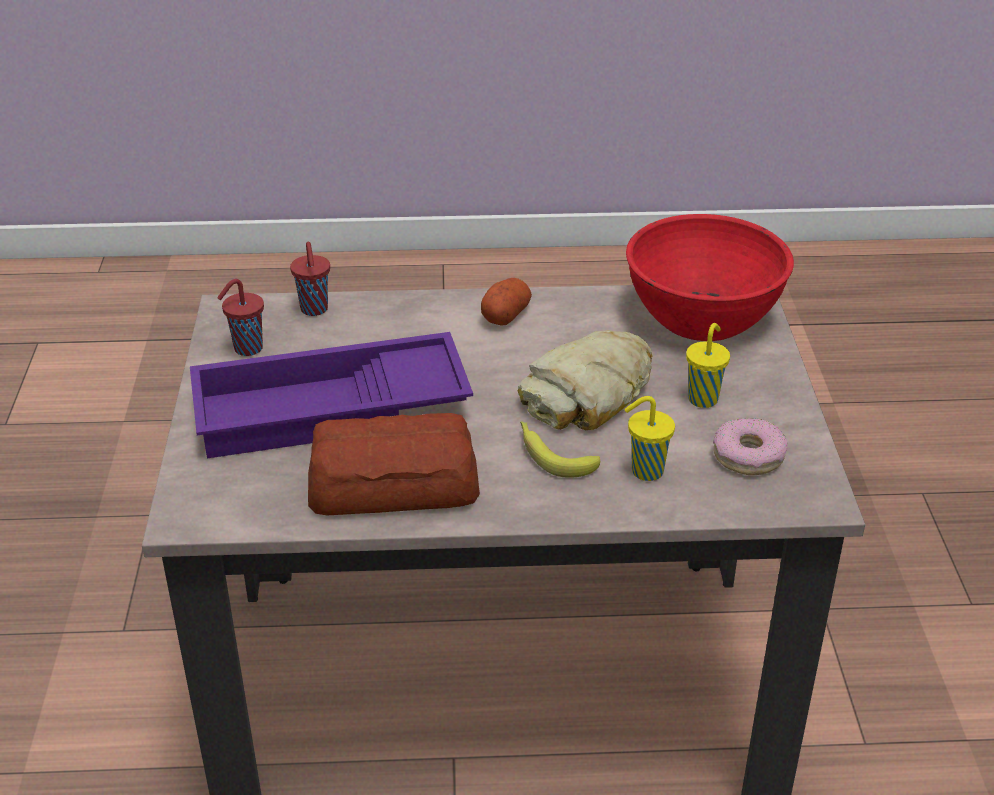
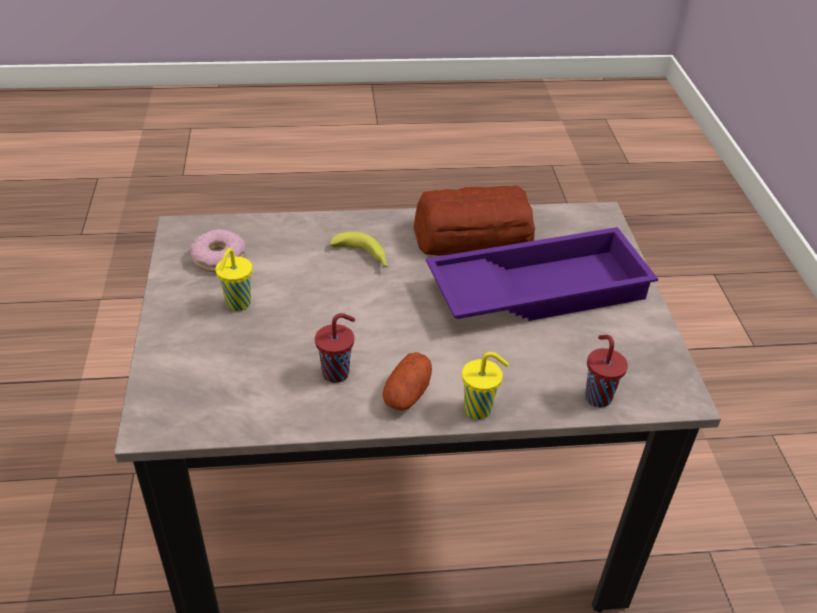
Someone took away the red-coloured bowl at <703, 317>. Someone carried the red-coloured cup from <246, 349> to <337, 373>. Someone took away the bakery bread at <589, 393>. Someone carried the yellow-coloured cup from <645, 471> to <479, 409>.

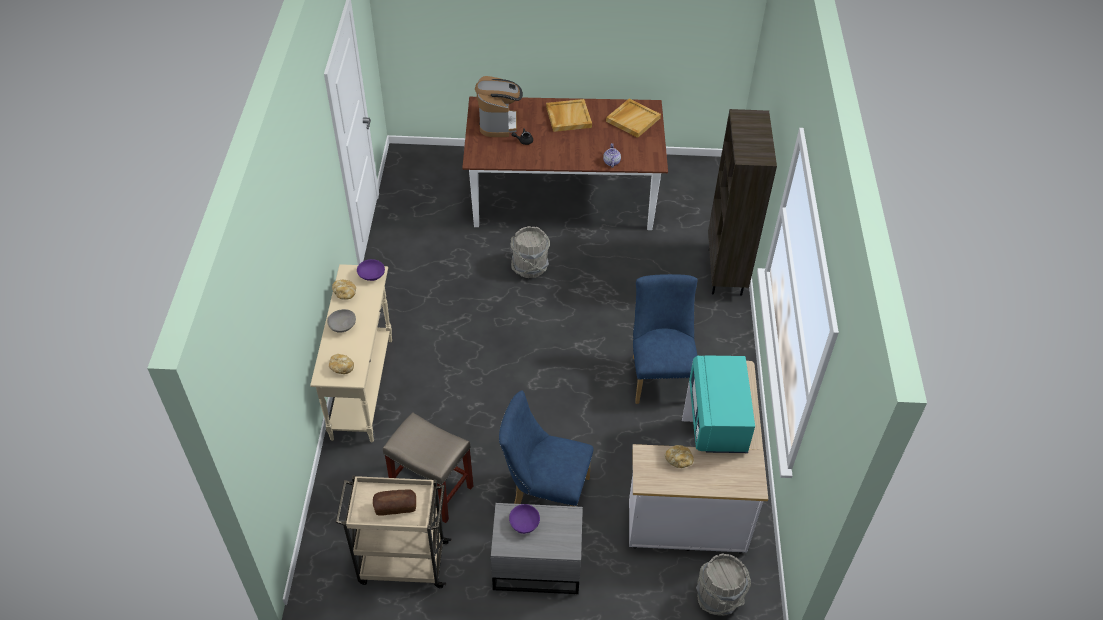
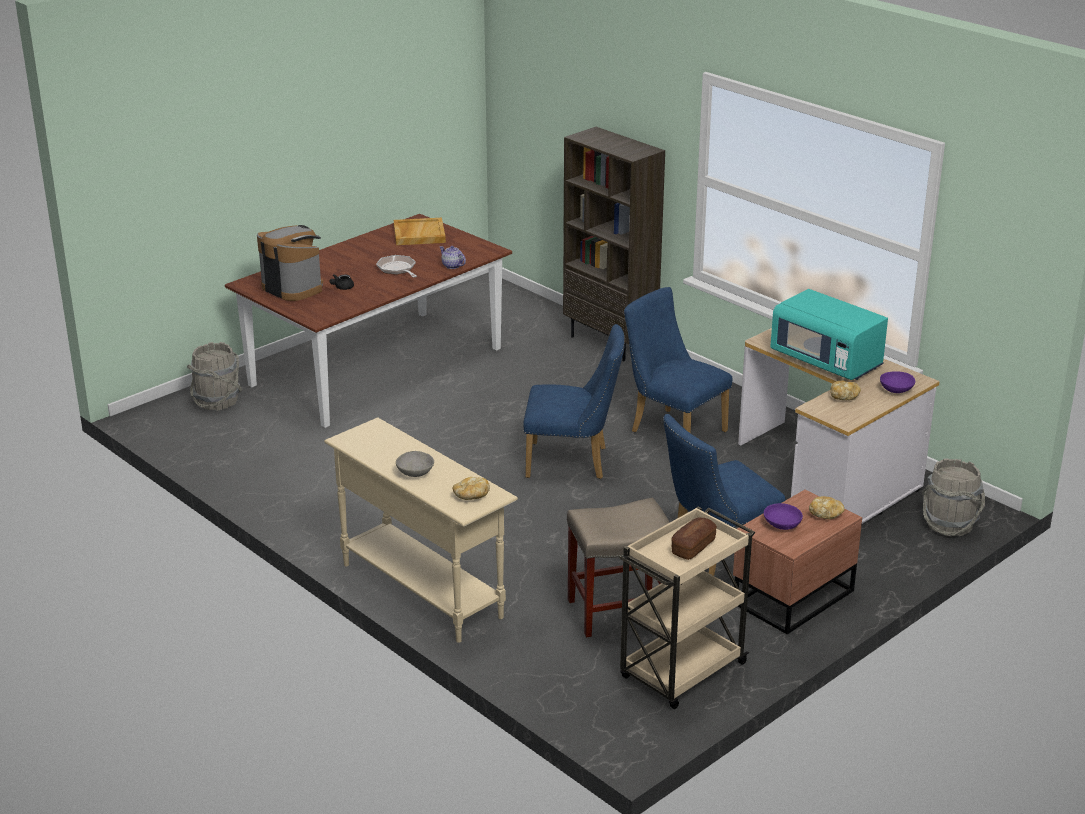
Someone took away the beige-coloured carrying tray at <568, 117>. Someone carried the gray pail from <530, 267> to <217, 401>. Someone carried the purple bowl from <371, 275> to <896, 390>. Someone carried the bakery bread from <345, 293> to <825, 514>. Someone repainted the gray bedside table at <535, 565>, which became the brown-coloured bedside table at <790, 597>. Someone put down the pan at <397, 269>. Someone put down the blue upright chair at <573, 463>.

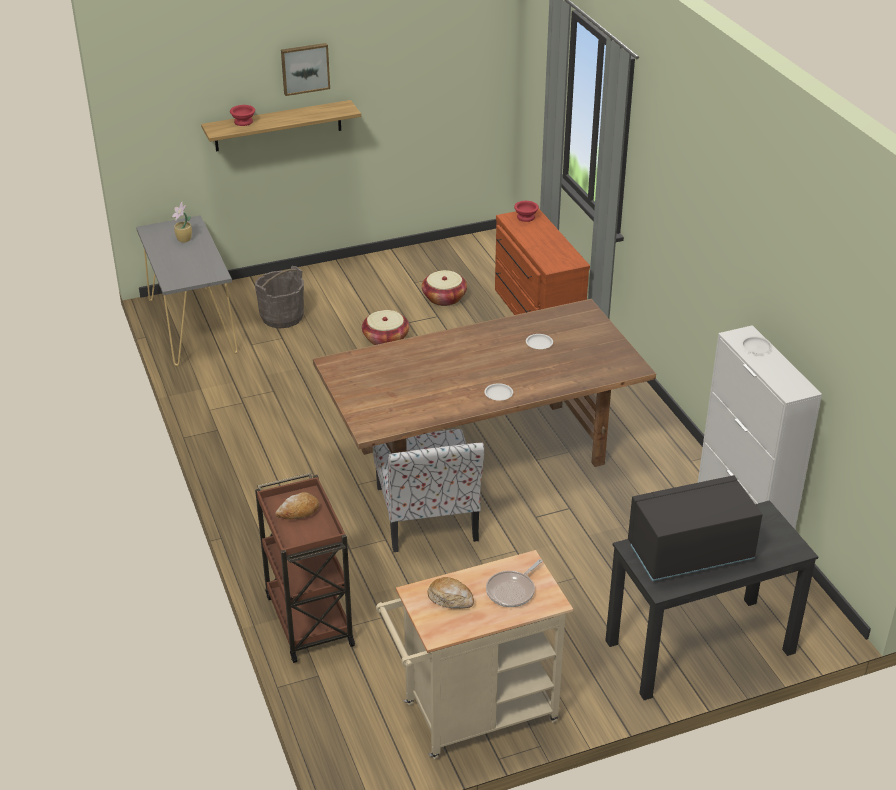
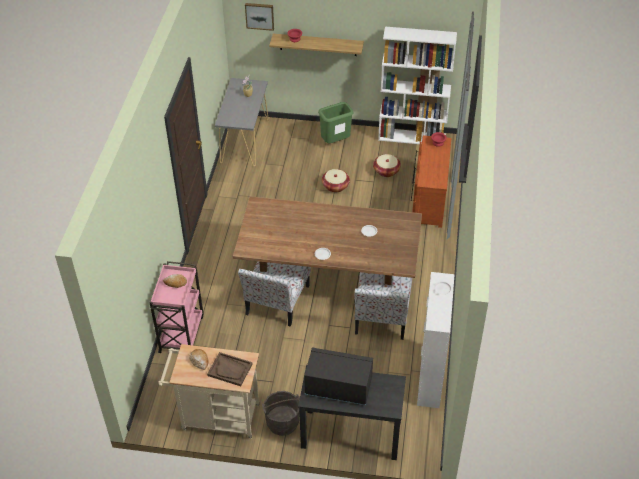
Someone carried the picture from <305, 68> to <259, 15>. Someone carried the gray pail from <282, 317> to <282, 422>. Someone repainted the brown-coloured trolley at <308, 619>, which became the pink-coloured trolley at <181, 333>. Someone swapped the pan at <512, 591> for the brown-coloured carrying tray at <230, 370>. Someone put down the white-coloured shelving unit at <412, 137>. Someone put down the green-coloured waste bin at <335, 142>. Someone put down the upright chair at <381, 316>.

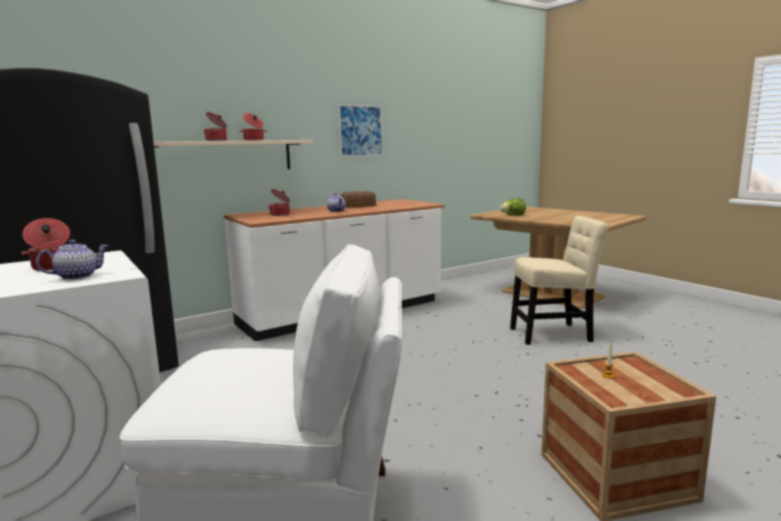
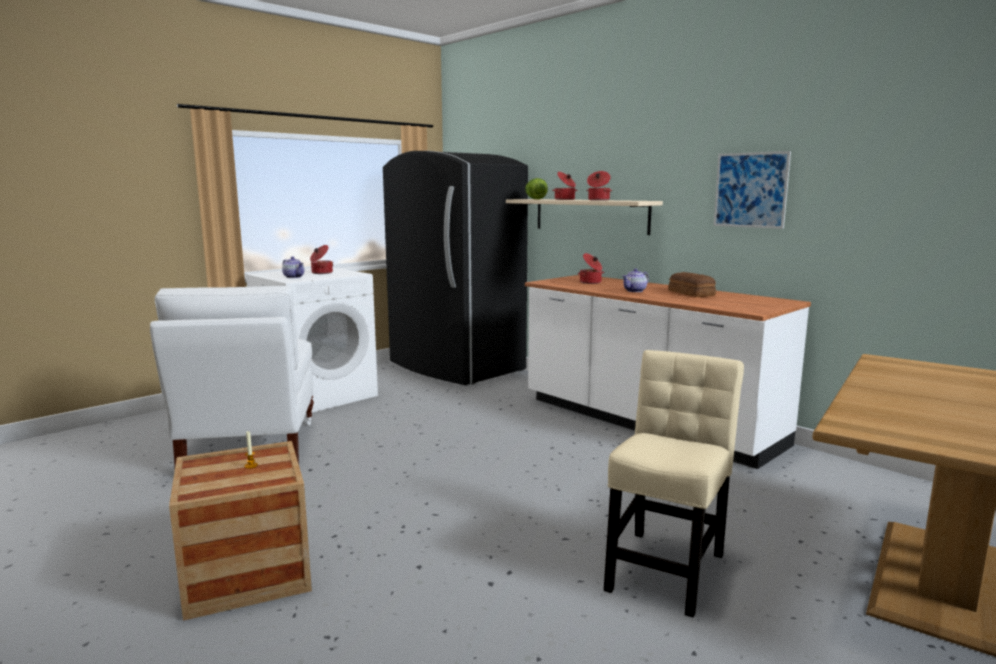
Someone carried the lettuce head from <513, 215> to <534, 199>. Someone rotated the beige-coloured upright chair at <554, 334> by 135 degrees counterclockwise.

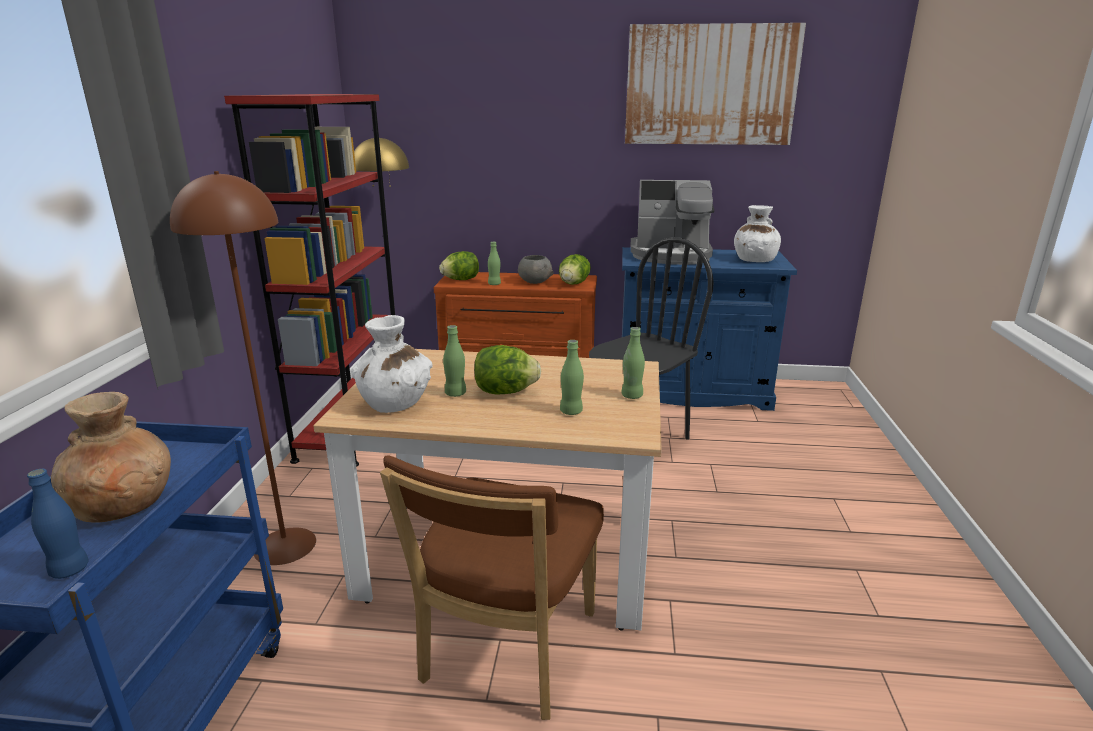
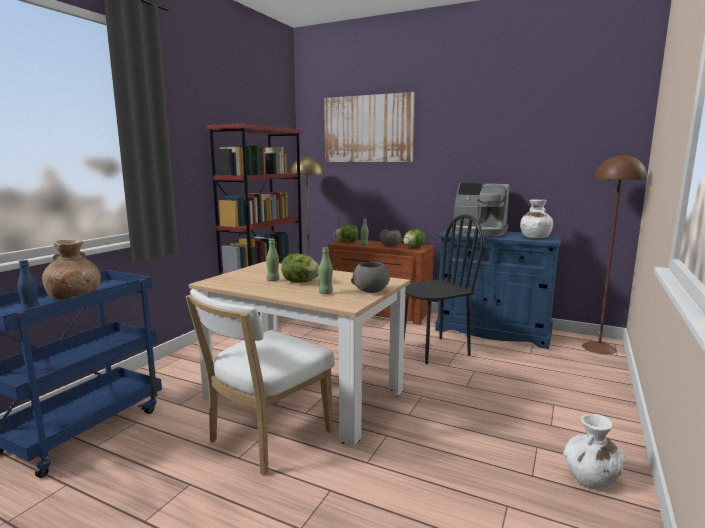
Someone carried the picture from <710, 85> to <368, 129>. Someone carried the brown-coloured floor lamp from <285, 545> to <599, 348>. Someone carried the white-coloured decorative vase from <395, 403> to <590, 478>. Someone swapped the green-coloured beverage bottle at <632, 396> for the gray bowl at <371, 291>. Someone repainted the brown-coloured upright chair at <505, 653>, which became the white-coloured upright chair at <266, 438>.

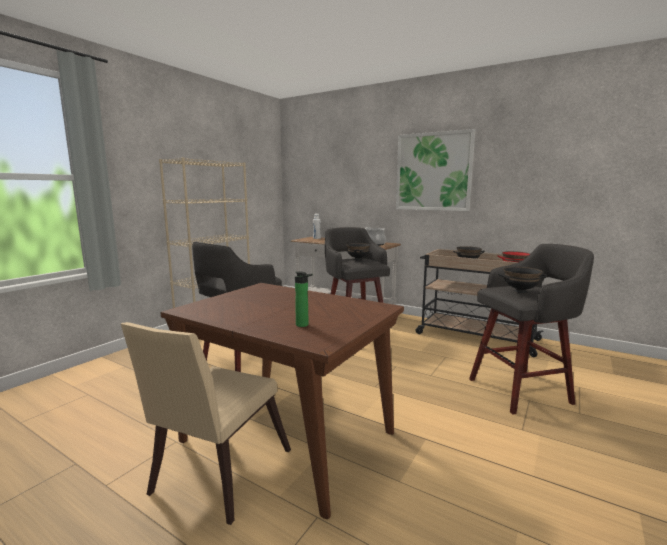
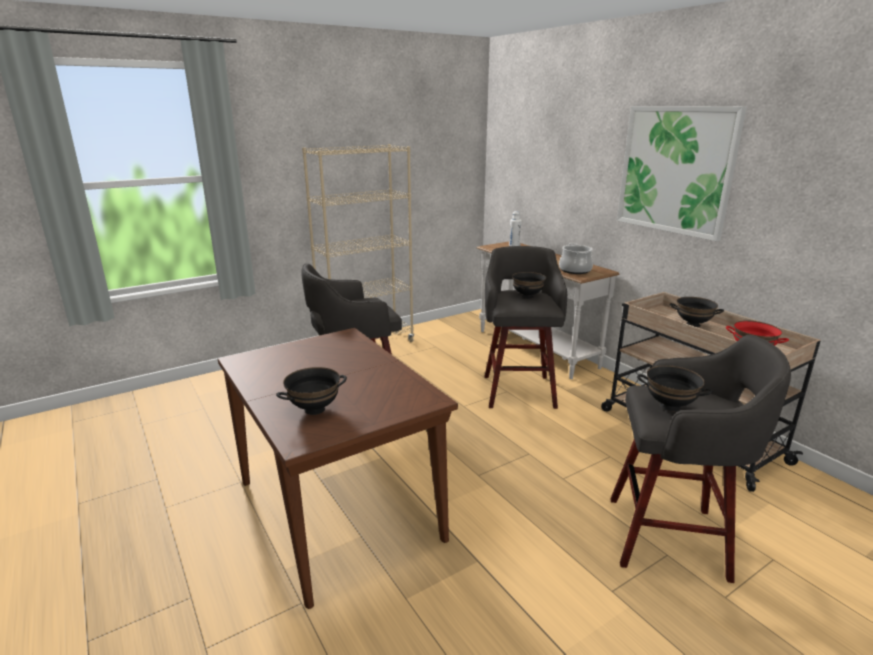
Someone swapped the beverage bottle at <303, 325> for the black-coloured bowl at <314, 410>. Someone took away the beige-coloured upright chair at <216, 476>.

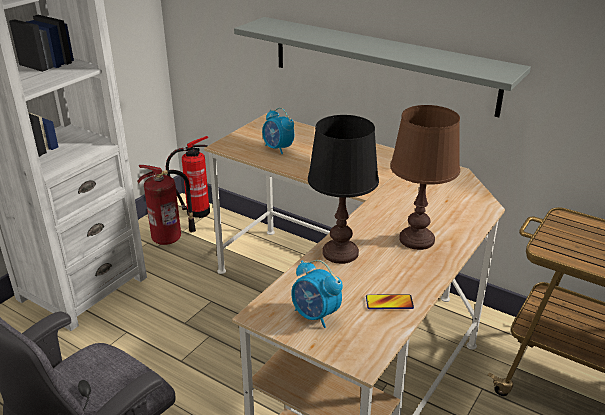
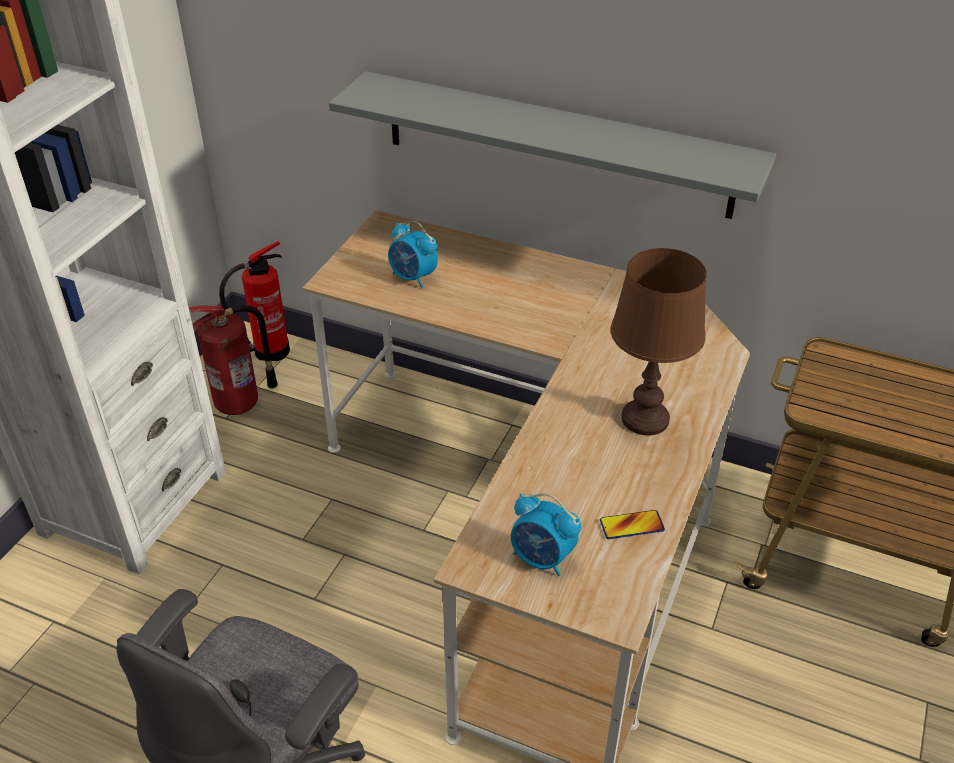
Someone took away the black-coloured tabletop lamp at <341, 253>.

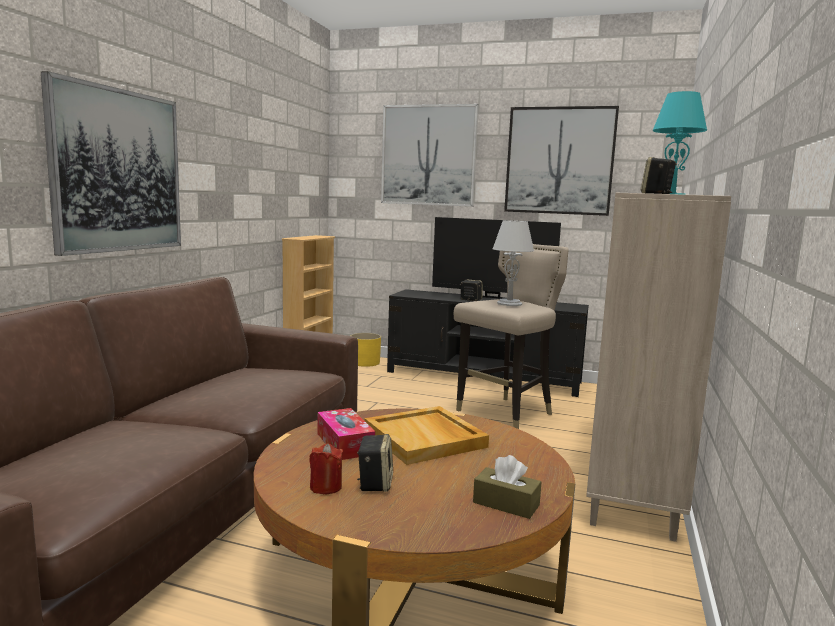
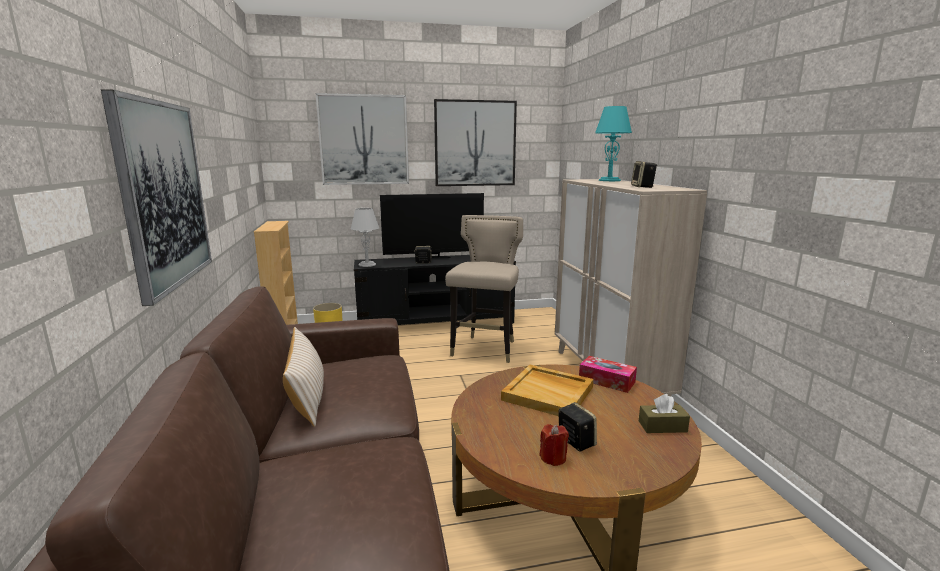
Someone carried the gray tabletop lamp from <509, 304> to <367, 265>. Someone carried the tissue holder from <345, 443> to <606, 381>. Someone put down the beige-coloured pillow at <307, 396>.

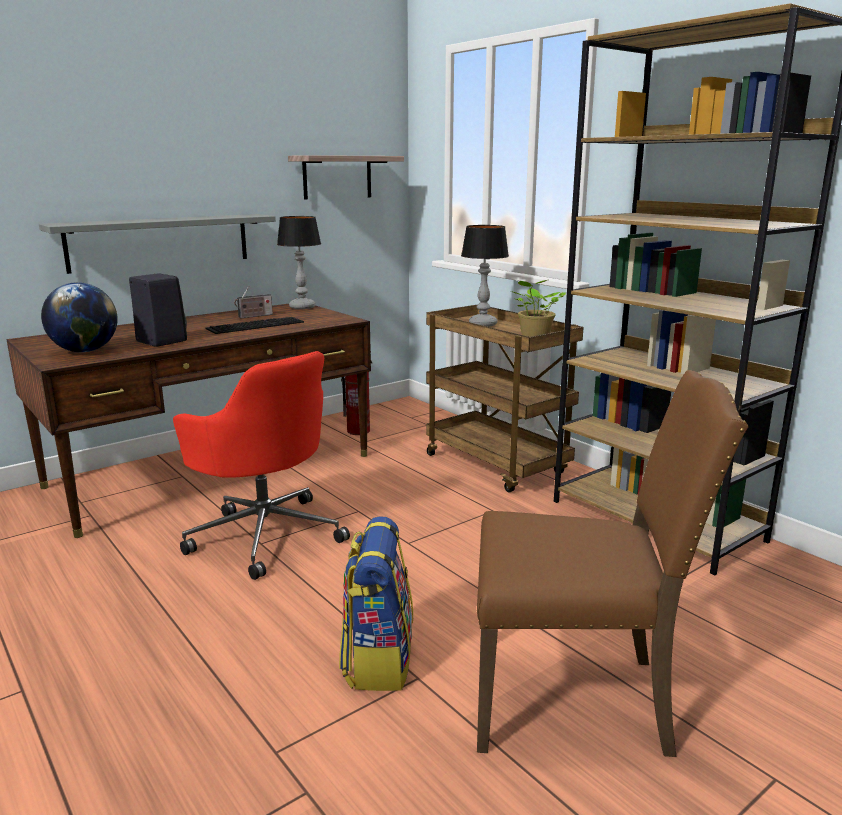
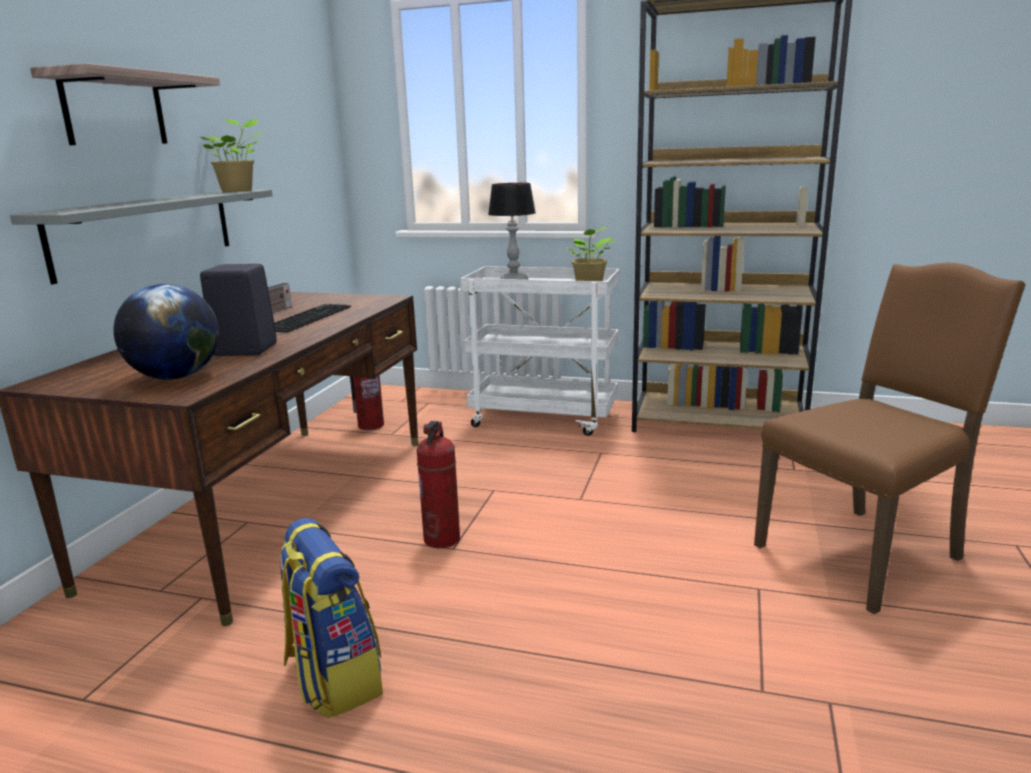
Someone carried the bracket shelf from <337, 177> to <114, 109>. Someone took away the tabletop lamp at <301, 307>. Someone repainted the brown-coloured trolley at <498, 465>, which became the white-coloured trolley at <545, 418>. Someone swapped the red-coloured office chair at <265, 534> for the fire extinguisher at <442, 539>. Someone carried the rucksack from <377, 659> to <333, 678>. Someone put down the plant in a pot at <239, 190>.

